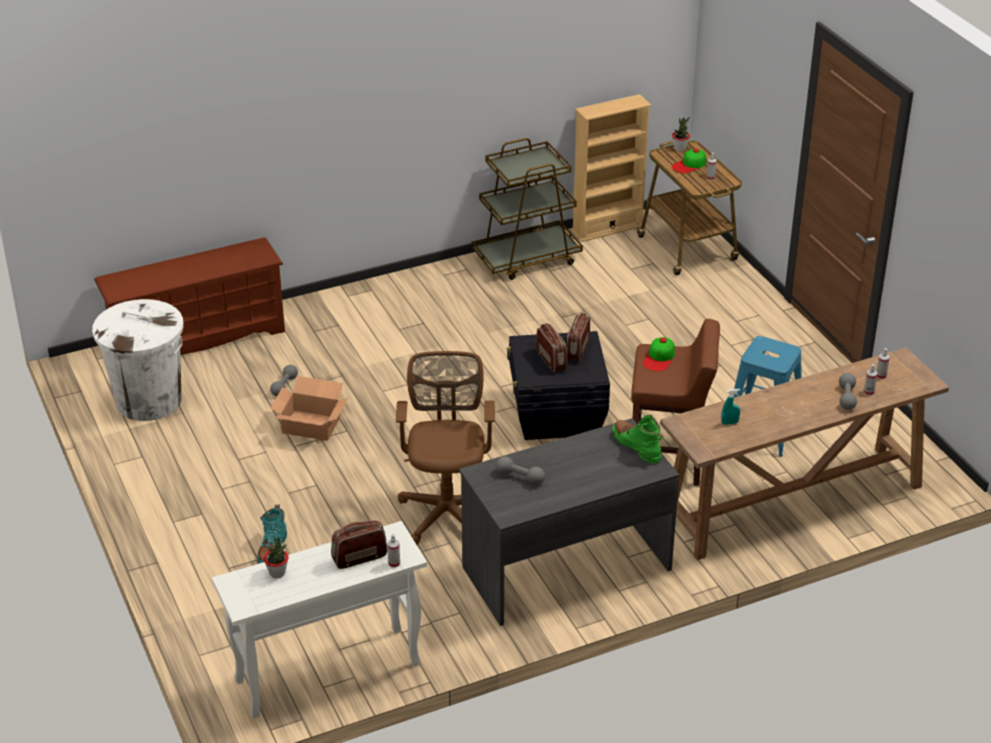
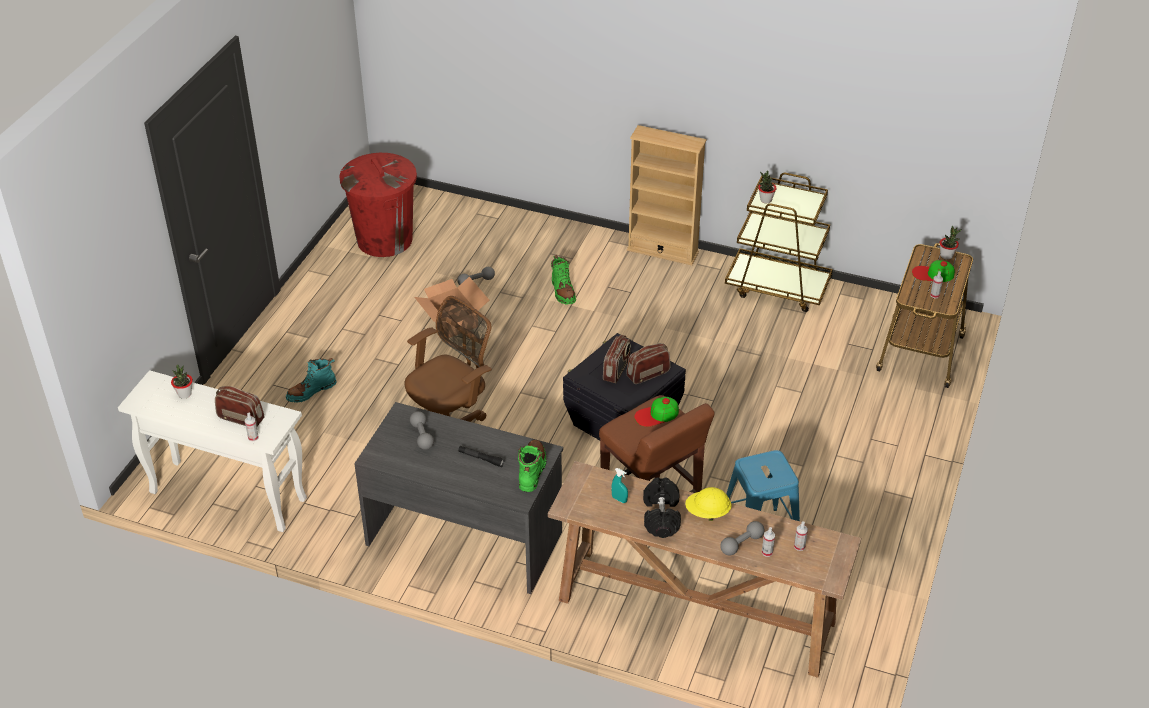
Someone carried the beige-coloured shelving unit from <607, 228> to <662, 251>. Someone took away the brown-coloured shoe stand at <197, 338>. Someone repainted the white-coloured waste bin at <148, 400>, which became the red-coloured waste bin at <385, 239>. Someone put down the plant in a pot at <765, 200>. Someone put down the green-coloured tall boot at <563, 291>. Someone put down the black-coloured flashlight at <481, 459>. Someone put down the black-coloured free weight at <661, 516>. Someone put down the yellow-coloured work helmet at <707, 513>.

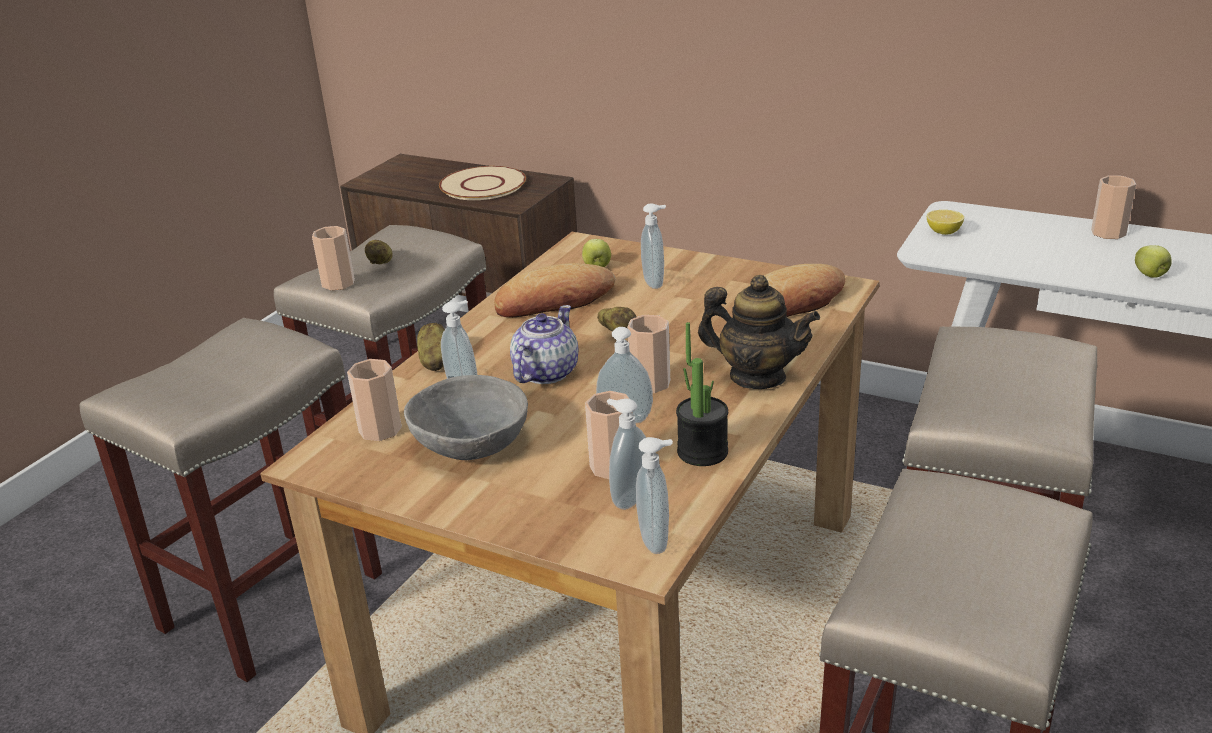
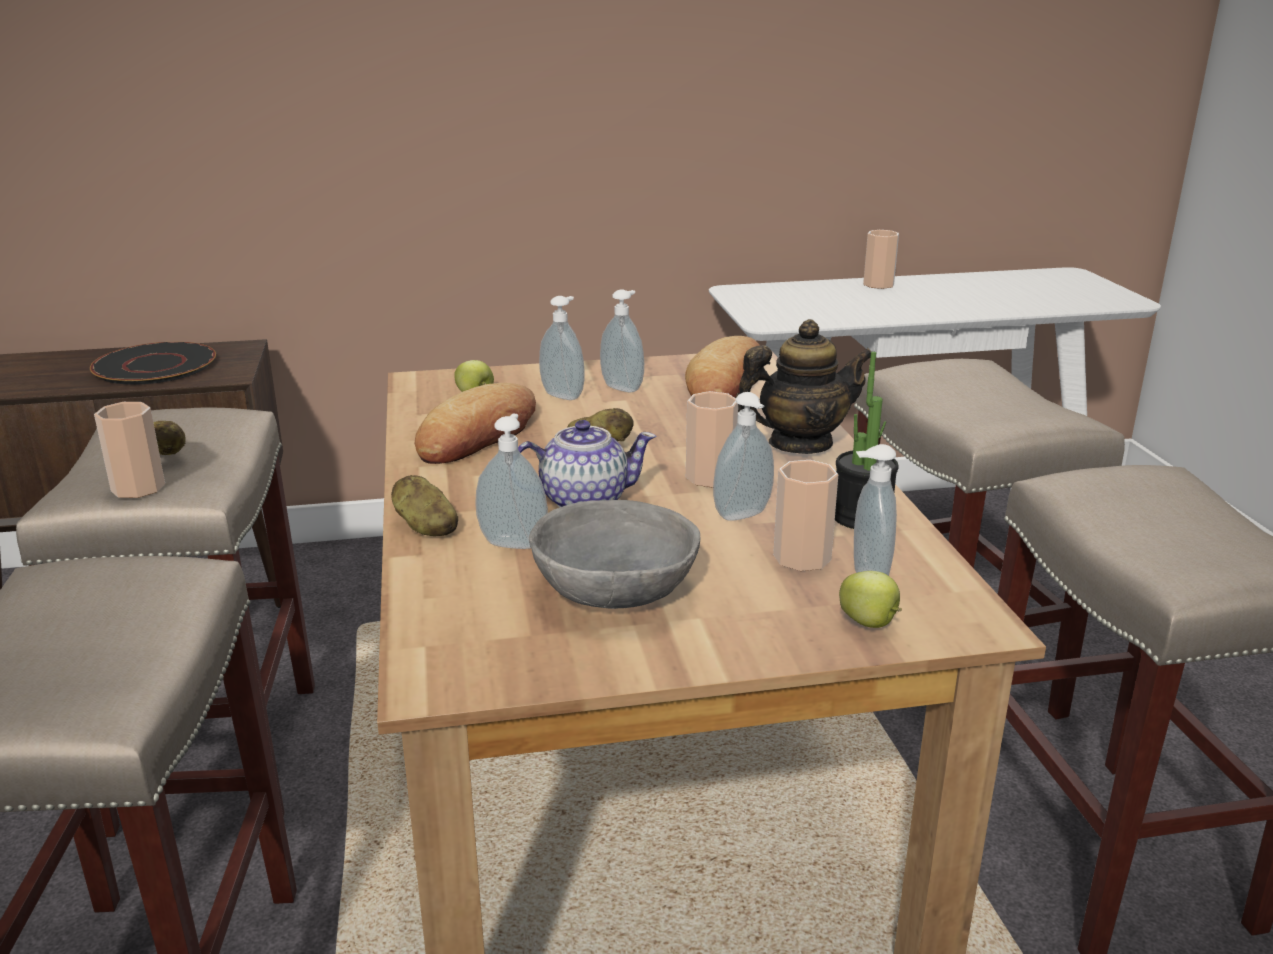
Someone repainted the beige-coloured flat dish at <483, 185>, which became the black-coloured flat dish at <155, 365>. Someone took away the lemon at <943, 232>. Someone carried the apple from <1150, 275> to <869, 623>. Someone rotated the tea pot at <545, 373> by 90 degrees clockwise. Someone took away the cup at <380, 430>. Someone carried the liquid soap bottle from <657, 540> to <623, 387>.

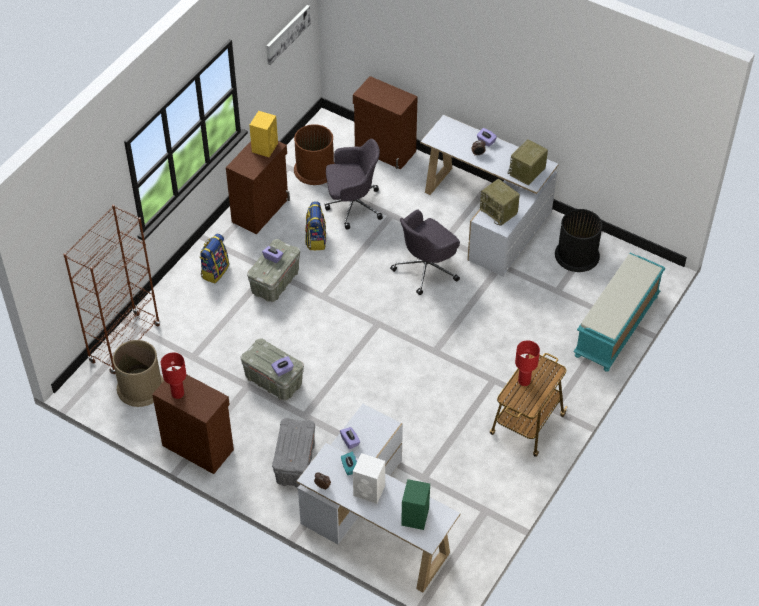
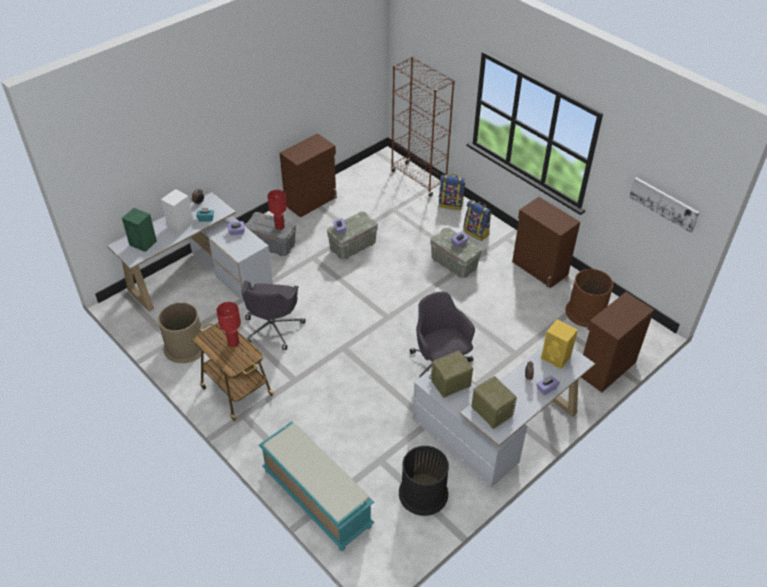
Someone carried the yellow-coloured audio speaker from <265, 147> to <556, 357>. Someone carried the gray office chair from <352, 205> to <273, 328>. Someone carried the rucksack from <316, 239> to <451, 204>. Someone carried the brown-coloured waste bin from <140, 387> to <185, 346>. Someone carried the red-coloured tabletop lamp from <177, 393> to <280, 226>.

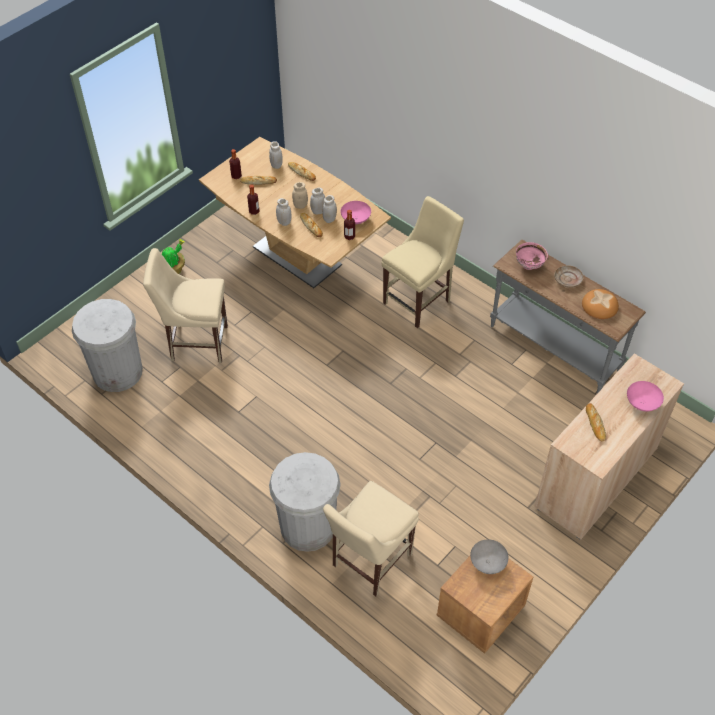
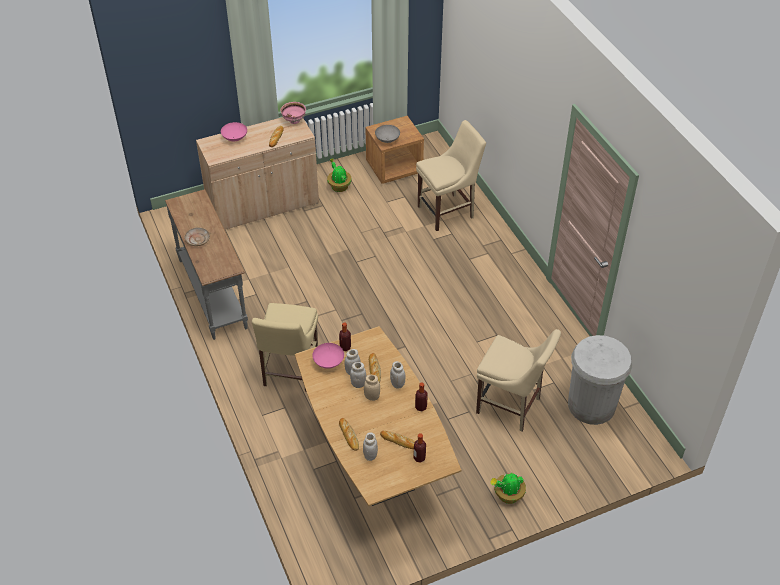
Someone rotated the beige-coloured upright chair at <419, 300> by 60 degrees counterclockwise. Someone carried the pink-coloured bowl from <529, 265> to <294, 121>. Someone took away the bakery bread at <600, 306>. Someone took away the white-coloured waste bin at <307, 526>. Someone put down the plant in a pot at <339, 186>.

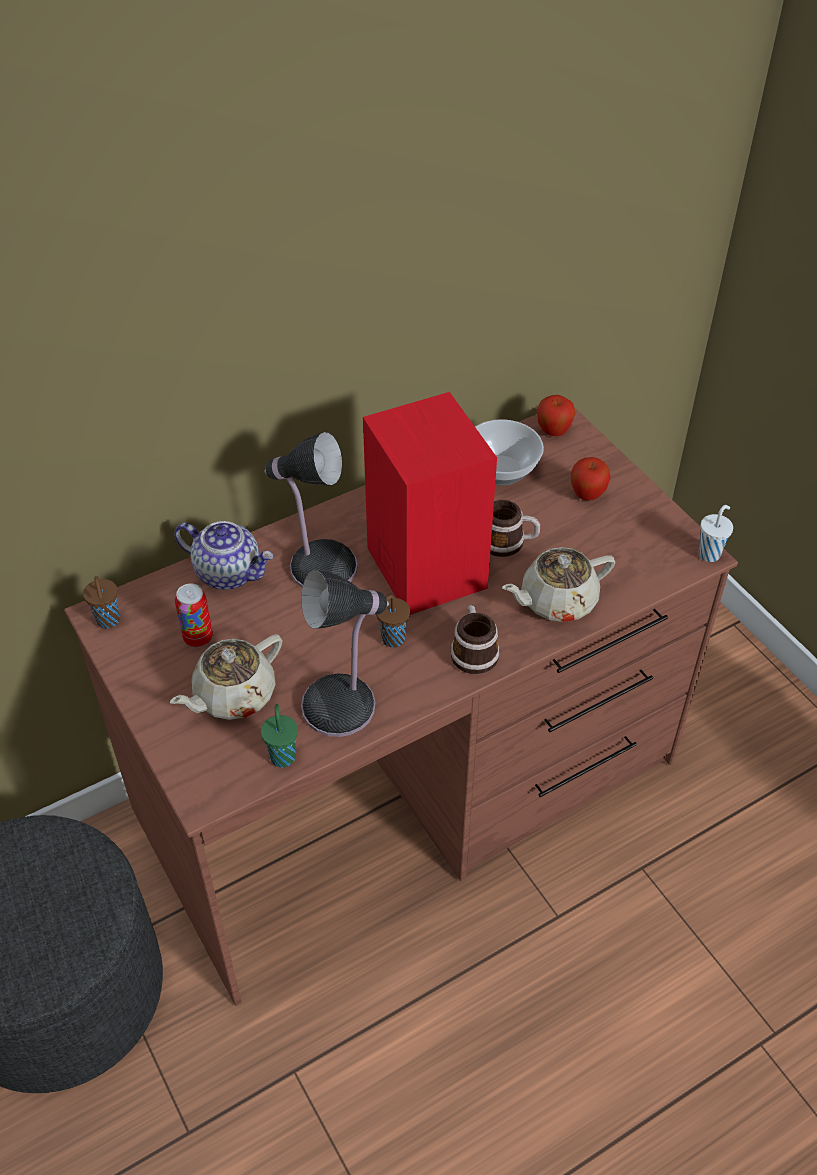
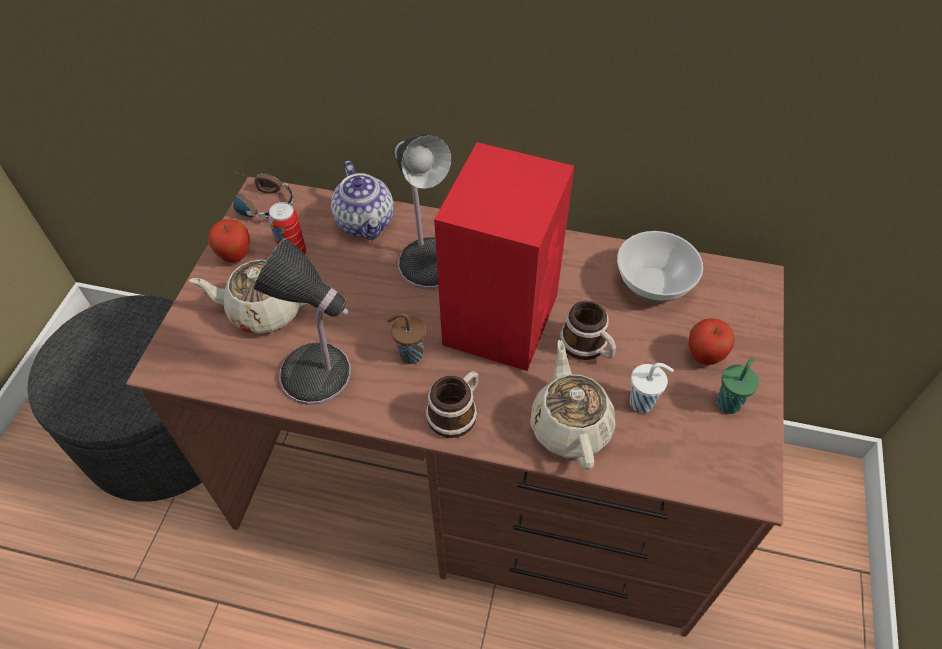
Someone carried the apple from <553, 432> to <235, 256>. Someone carried the white-coloured cup from <710, 553> to <643, 403>. Someone rotated the beige-coloured tea pot at <556, 601> by 60 degrees clockwise. Someone swapped the brown-coloured cup at <108, 621> for the pair of headphones at <259, 202>. Someone carried the green-coloured cup from <282, 755> to <729, 402>.

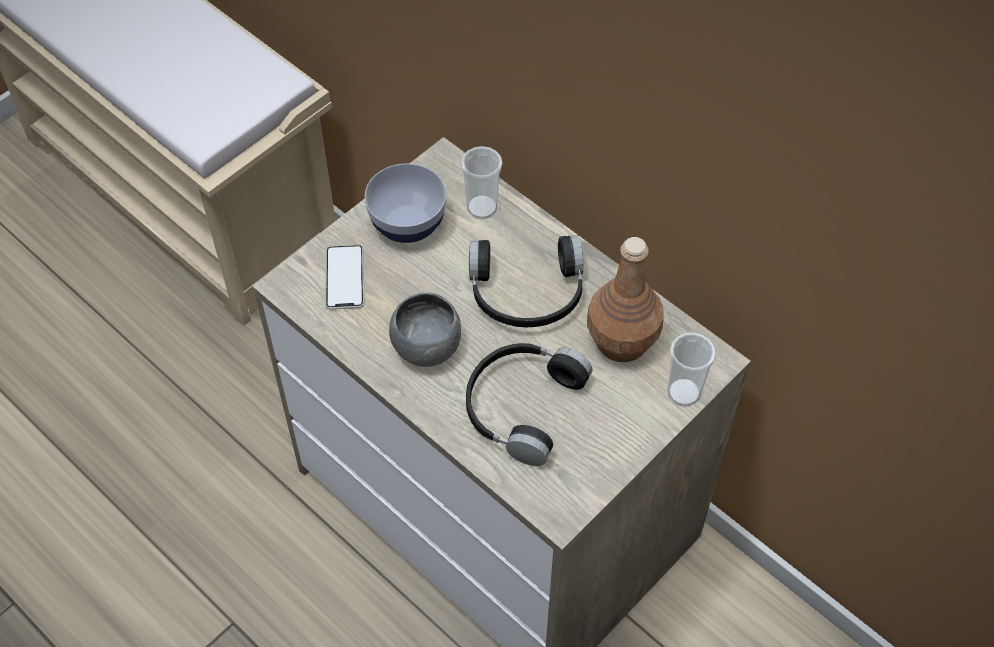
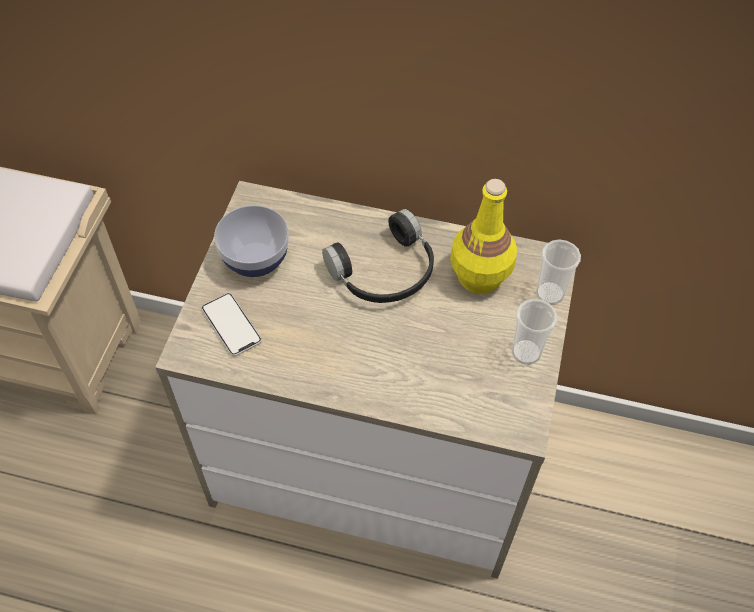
Someone carried the cup from <482, 207> to <526, 352>. Someone repainted the brown-coloured beverage bottle at <621, 340>, which became the yellow-coloured beverage bottle at <479, 275>. Someone took away the gray bowl at <426, 346>. Someone took away the black-coloured pair of headphones at <520, 405>.

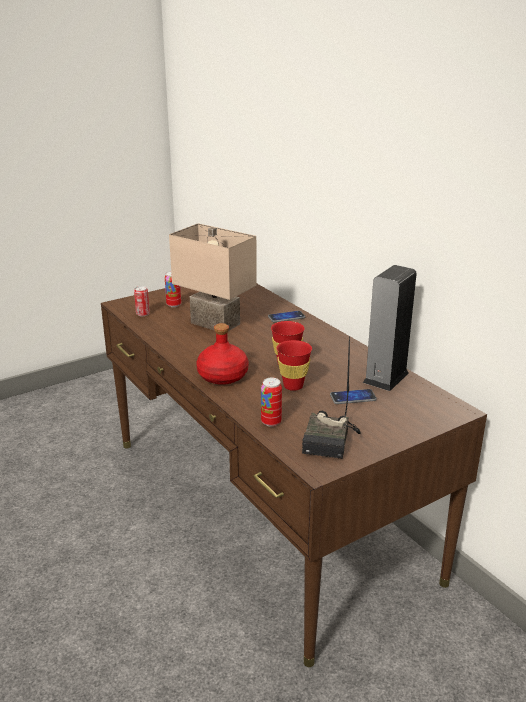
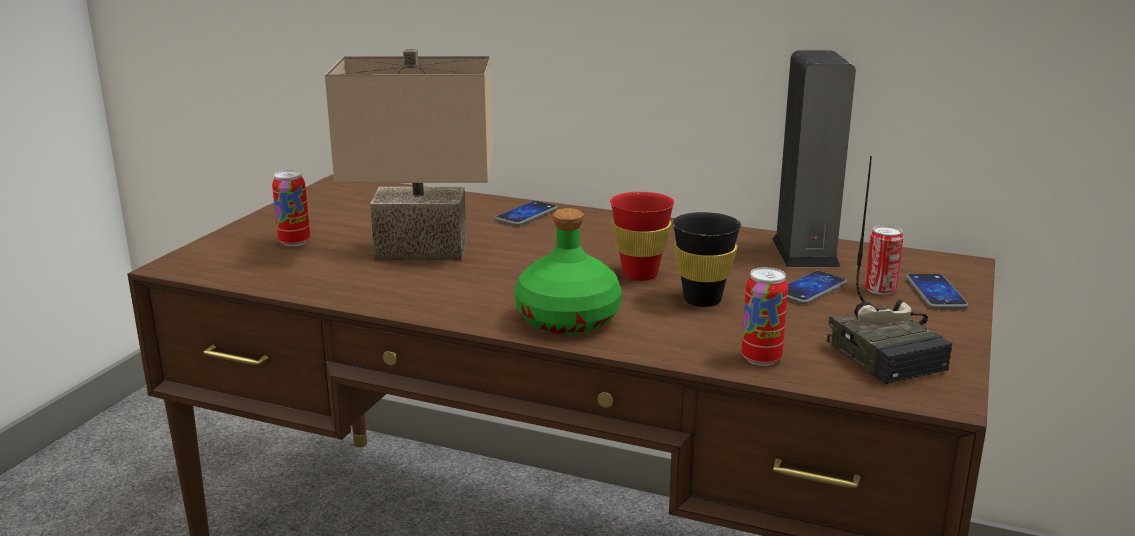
Someone carried the sealed can from <143, 314> to <880, 290>. Someone repainted the red-coloured beverage bottle at <222, 376>, which became the green-coloured beverage bottle at <568, 320>. Someone repainted the red-coloured cup at <293, 386>, which became the black-coloured cup at <702, 300>. Someone put down the telephone at <935, 293>.

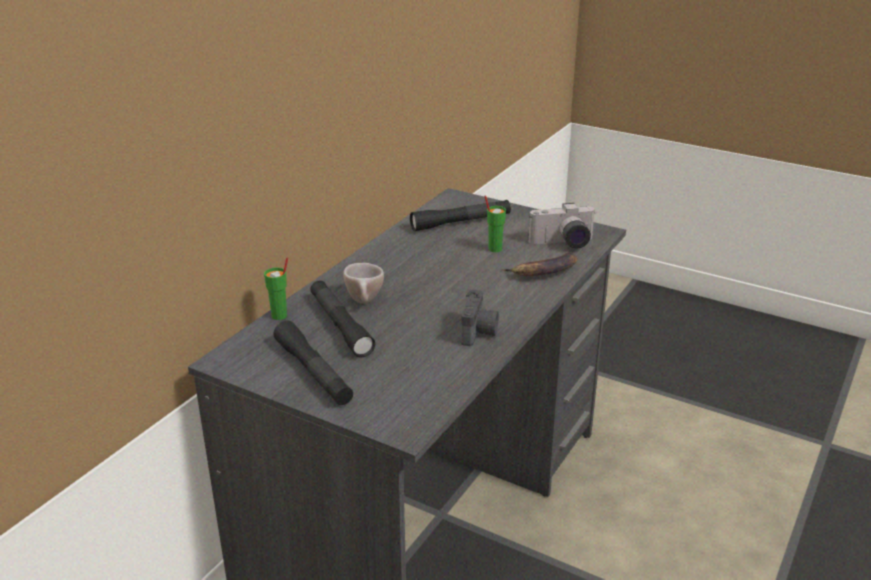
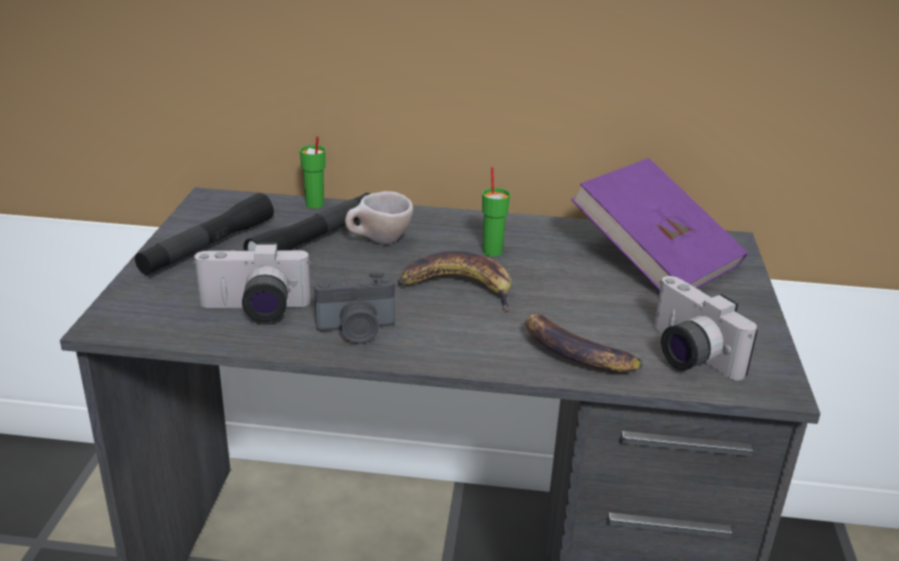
Someone carried the green-coloured cup from <494, 249> to <492, 251>. Someone swapped the black-coloured flashlight at <461, 222> for the purple volume at <654, 260>. Someone put down the still camera at <254, 311>. Someone put down the banana at <459, 288>.

